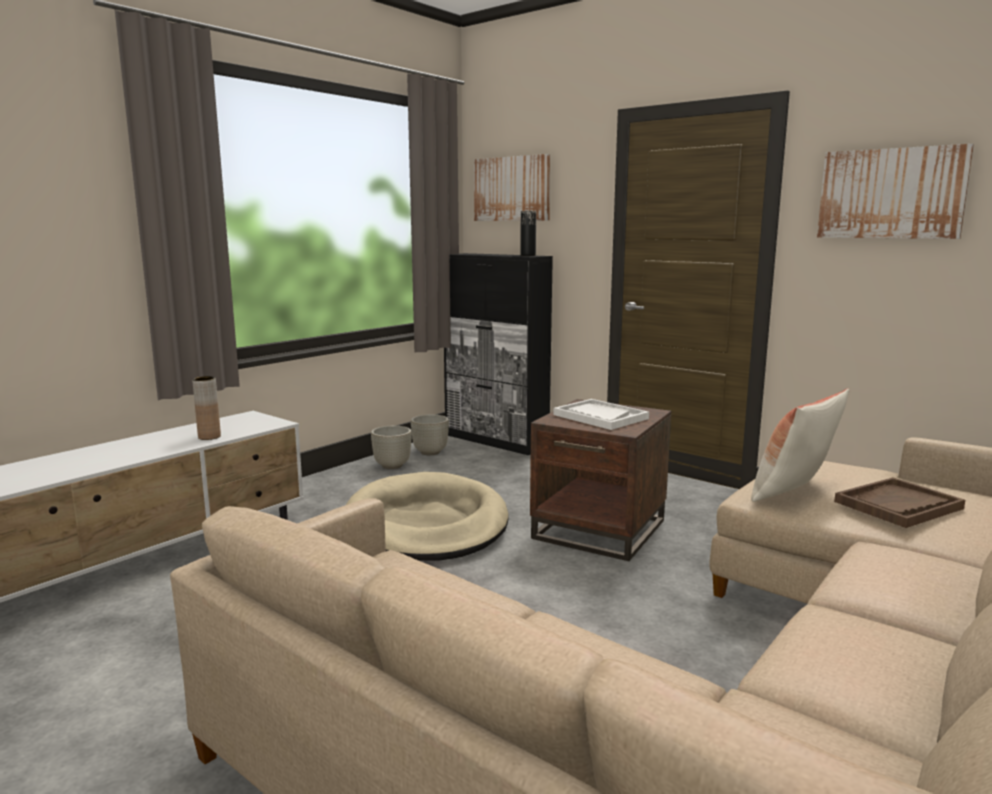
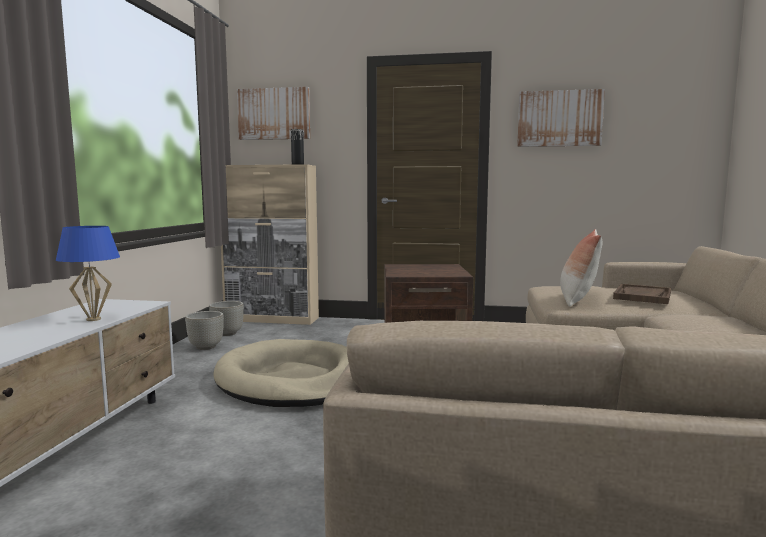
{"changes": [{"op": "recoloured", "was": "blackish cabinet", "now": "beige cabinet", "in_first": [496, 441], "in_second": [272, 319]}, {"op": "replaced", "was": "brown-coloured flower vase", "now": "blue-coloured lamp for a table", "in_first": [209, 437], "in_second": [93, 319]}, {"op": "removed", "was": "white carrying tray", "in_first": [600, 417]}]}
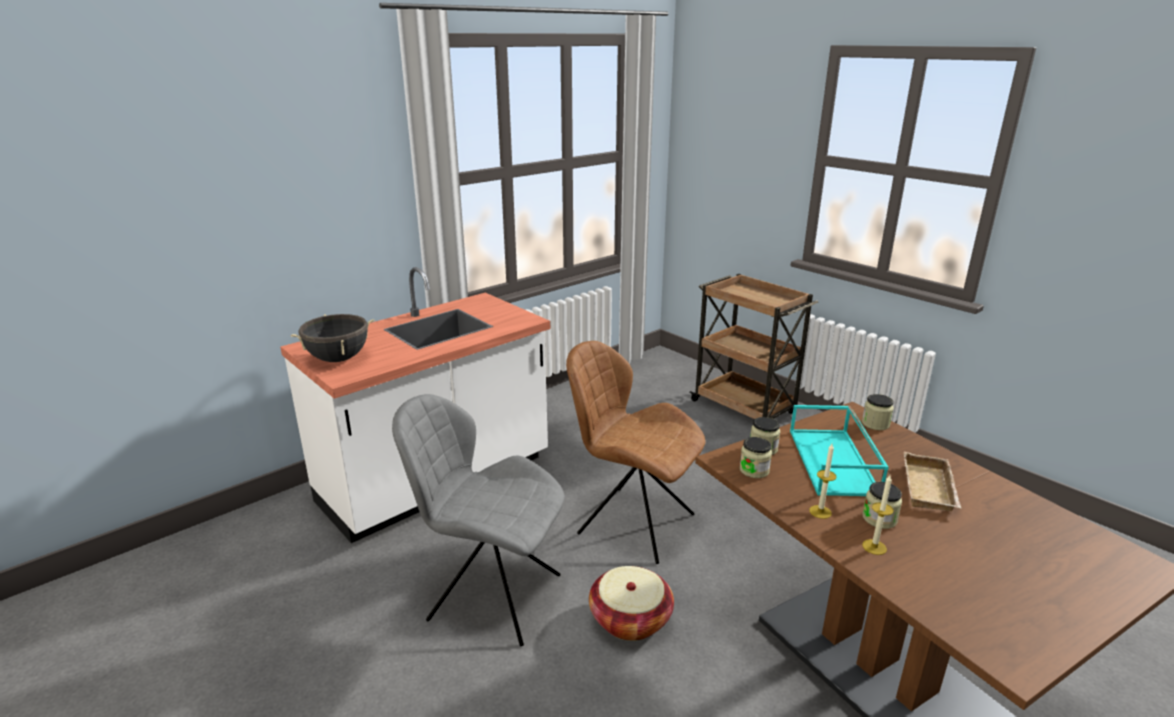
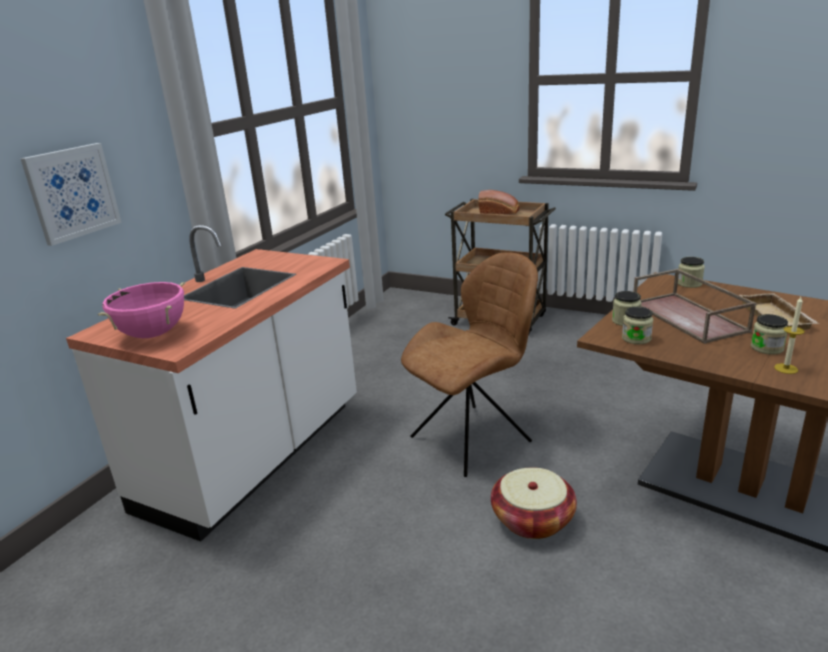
{"changes": [{"op": "recoloured", "was": "blackish cooking pot", "now": "pink cooking pot", "in_first": [338, 359], "in_second": [153, 334]}, {"op": "turned", "was": "brown-coloured plain chair", "in_first": [632, 522], "in_second": [474, 437], "clockwise": 135}, {"op": "removed", "was": "gray plain chair", "in_first": [490, 596]}, {"op": "recoloured", "was": "turquoise-coloured carrying tray", "now": "brown-coloured carrying tray", "in_first": [834, 462], "in_second": [690, 317]}, {"op": "removed", "was": "wax candle", "in_first": [820, 512]}, {"op": "added", "now": "wall art", "in_second": [72, 192]}, {"op": "added", "now": "baked bread", "in_second": [500, 212]}]}
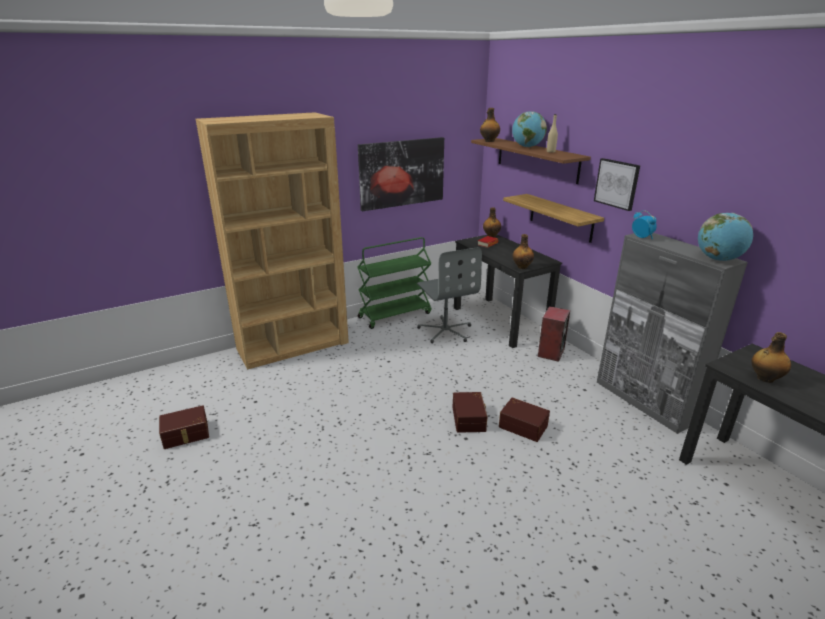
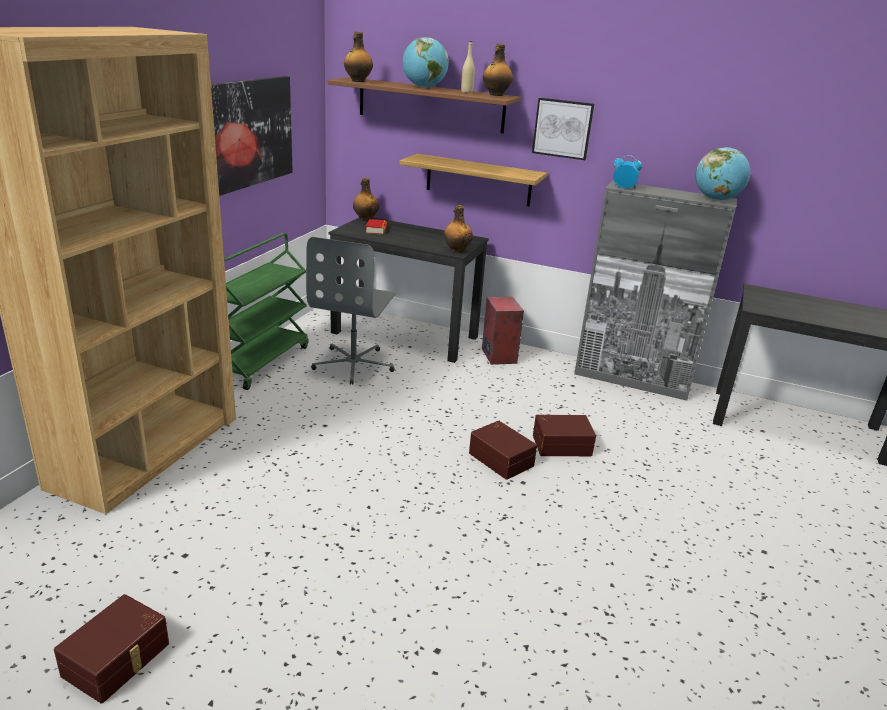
{"changes": [{"op": "turned", "was": "gray office chair", "in_first": [445, 331], "in_second": [354, 364], "clockwise": 75}, {"op": "moved", "was": "drink bottle", "in_first": [764, 378], "in_second": [495, 95]}]}
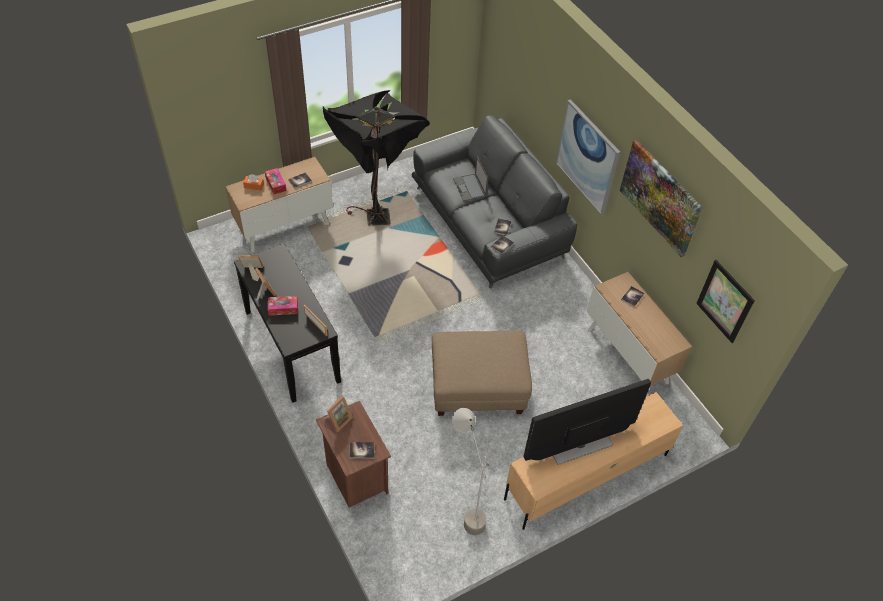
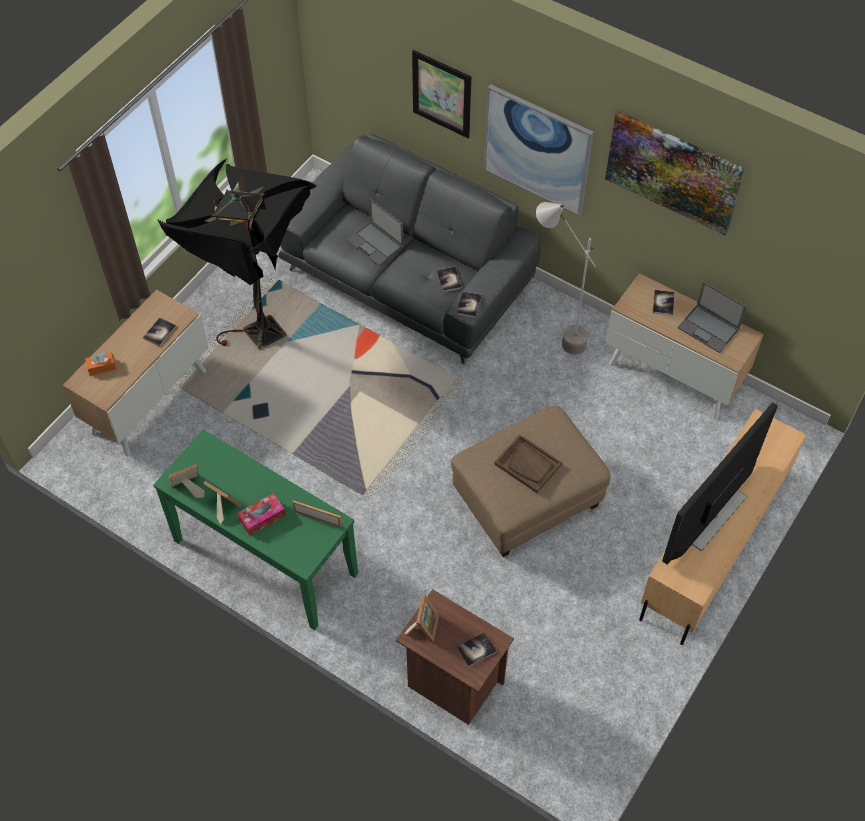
{"changes": [{"op": "removed", "was": "tissue holder", "in_first": [275, 184]}, {"op": "recoloured", "was": "blackish narrow table", "now": "green narrow table", "in_first": [291, 346], "in_second": [265, 557]}, {"op": "moved", "was": "wall art", "in_first": [725, 301], "in_second": [442, 94]}, {"op": "moved", "was": "gray floor lamp", "in_first": [465, 509], "in_second": [556, 335]}, {"op": "added", "now": "notebook computer", "in_second": [709, 329]}, {"op": "added", "now": "brown-coloured carrying tray", "in_second": [528, 464]}]}
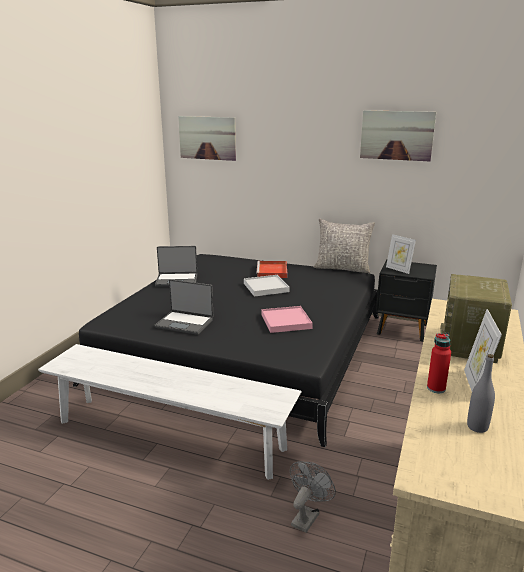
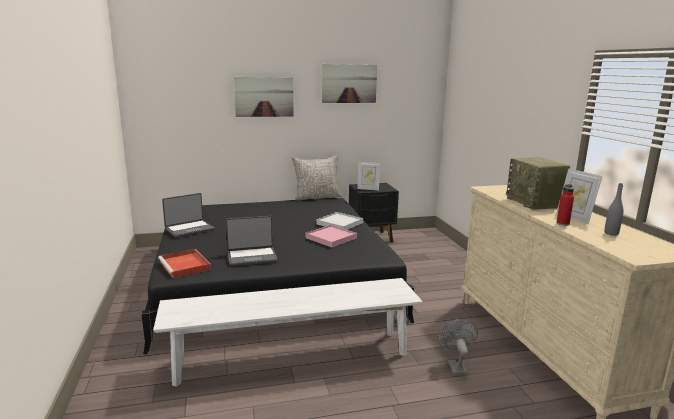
{"changes": [{"op": "moved", "was": "wall art", "in_first": [207, 138], "in_second": [264, 97]}, {"op": "moved", "was": "red carrying tray", "in_first": [272, 271], "in_second": [185, 266]}, {"op": "moved", "was": "white carrying tray", "in_first": [265, 287], "in_second": [339, 223]}]}
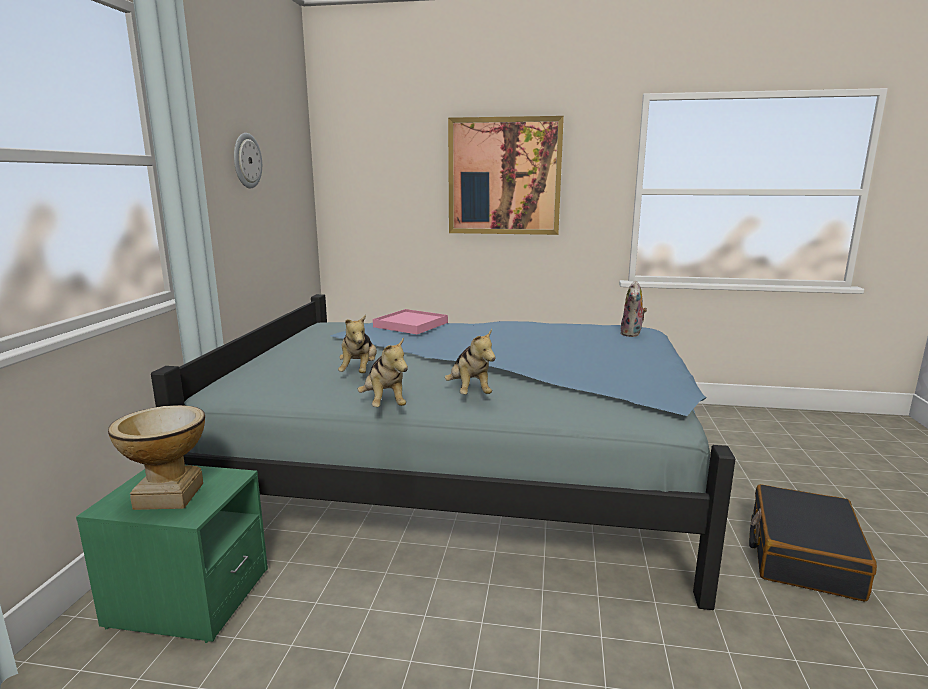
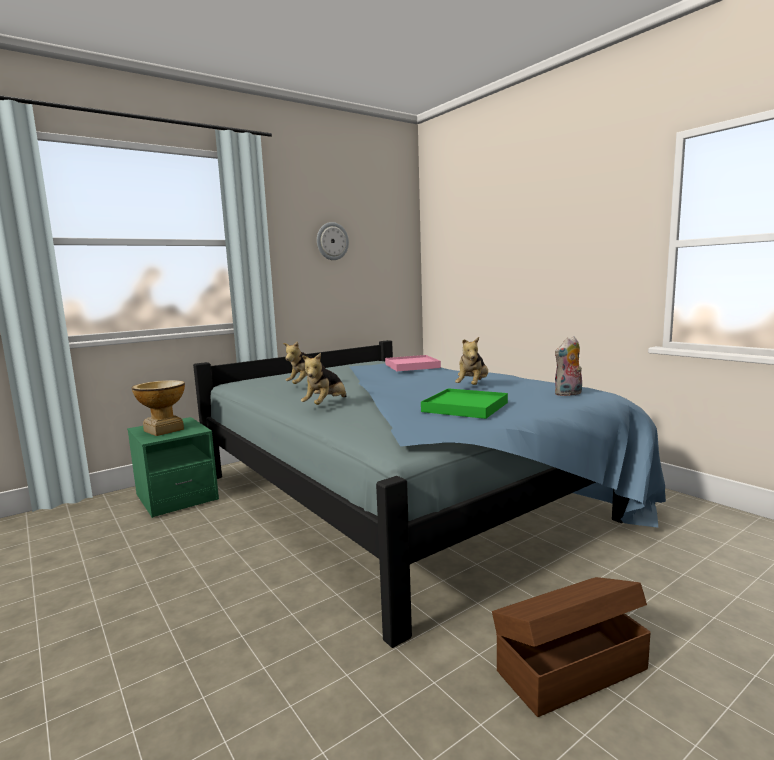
{"changes": [{"op": "removed", "was": "wall art", "in_first": [504, 176]}, {"op": "moved", "was": "cuddly toy", "in_first": [384, 404], "in_second": [473, 386]}, {"op": "replaced", "was": "blackish piece of luggage", "now": "brown-coloured storage container", "in_first": [802, 555], "in_second": [569, 669]}, {"op": "added", "now": "green carrying tray", "in_second": [465, 407]}]}
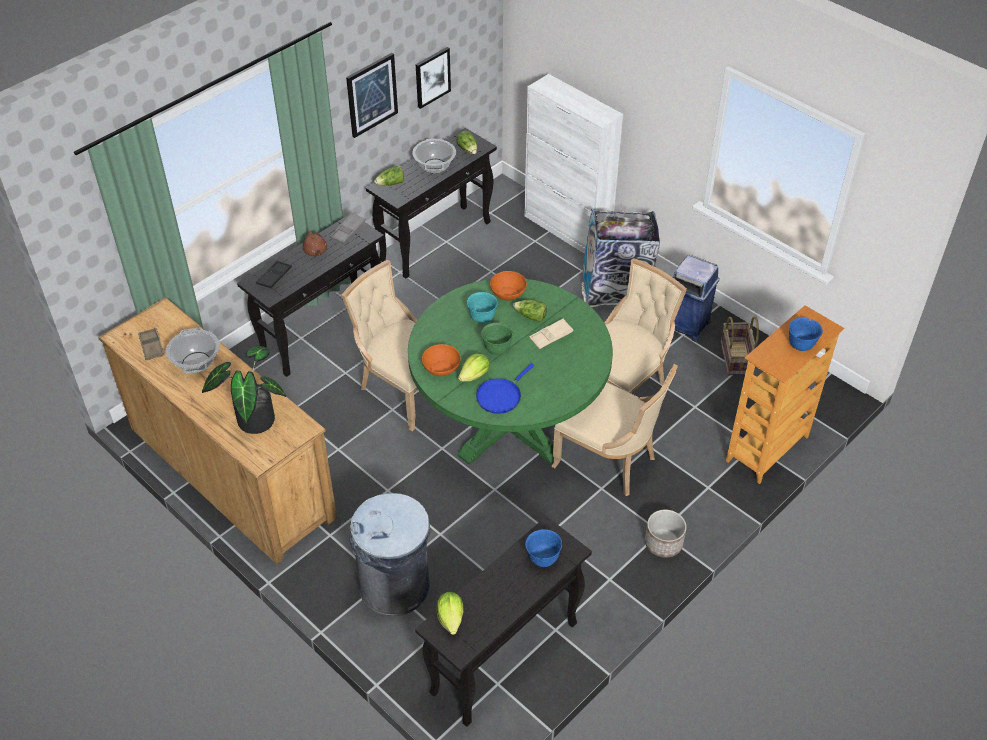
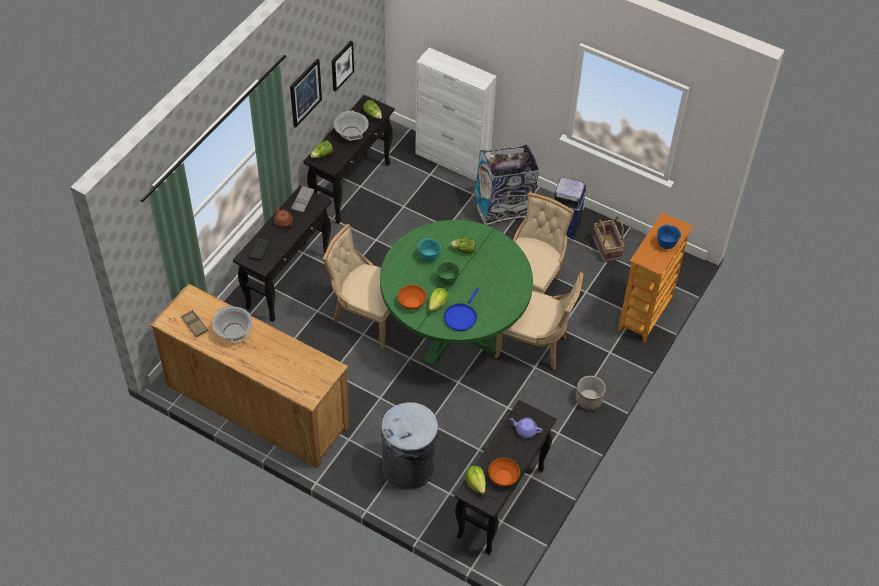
{"changes": [{"op": "moved", "was": "orange-coloured bowl", "in_first": [508, 293], "in_second": [503, 477]}, {"op": "removed", "was": "beige carrying tray", "in_first": [551, 336]}, {"op": "removed", "was": "potted plant", "in_first": [253, 418]}, {"op": "replaced", "was": "blue-coloured bowl", "now": "purple-coloured pot for tea", "in_first": [543, 559], "in_second": [525, 430]}]}
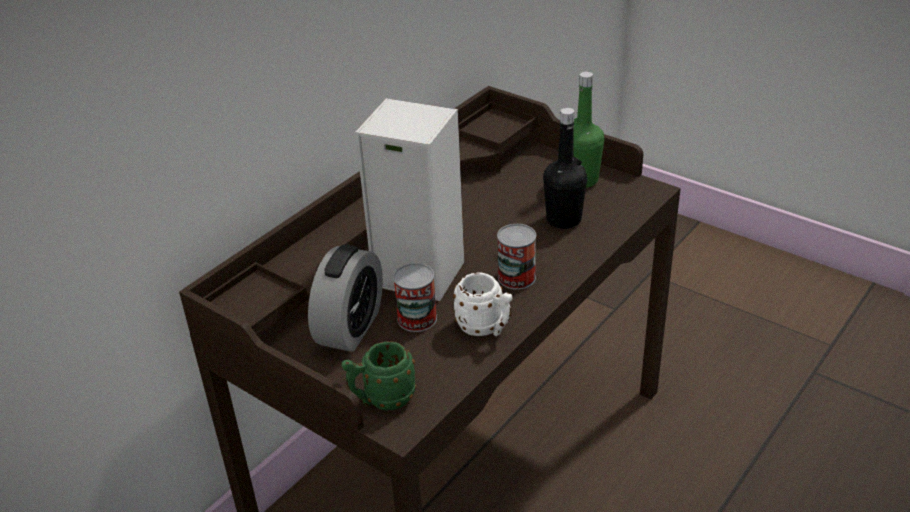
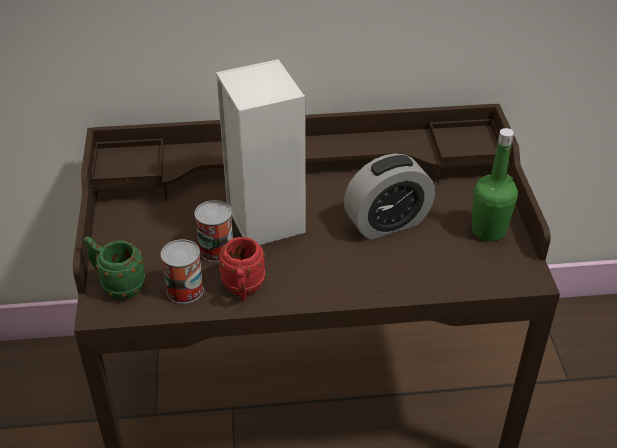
{"changes": [{"op": "removed", "was": "blackish drink bottle", "in_first": [563, 219]}, {"op": "moved", "was": "can", "in_first": [516, 277], "in_second": [185, 290]}, {"op": "moved", "was": "alarm clock", "in_first": [350, 328], "in_second": [387, 223]}, {"op": "recoloured", "was": "white tea mug", "now": "red tea mug", "in_first": [485, 328], "in_second": [243, 289]}]}
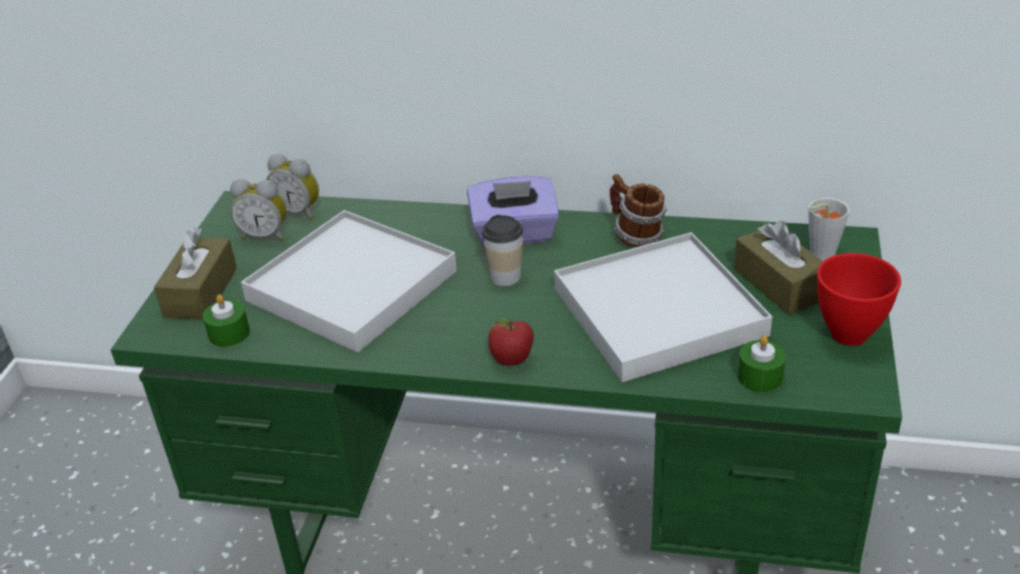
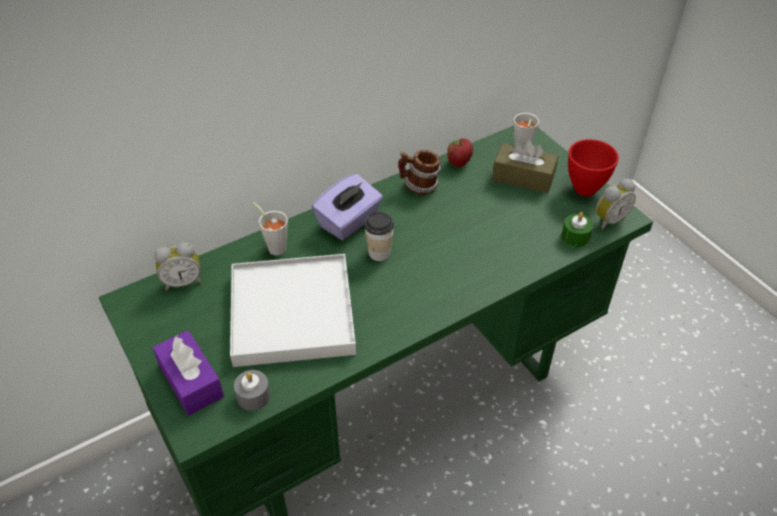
{"changes": [{"op": "moved", "was": "alarm clock", "in_first": [265, 235], "in_second": [608, 220]}, {"op": "recoloured", "was": "brown-coloured tissue holder", "now": "purple-coloured tissue holder", "in_first": [201, 292], "in_second": [191, 381]}, {"op": "removed", "was": "white carrying tray", "in_first": [658, 312]}, {"op": "recoloured", "was": "green wax candle", "now": "gray wax candle", "in_first": [229, 333], "in_second": [253, 396]}, {"op": "moved", "was": "apple", "in_first": [512, 361], "in_second": [459, 163]}, {"op": "added", "now": "gray small cup", "in_second": [274, 246]}]}
